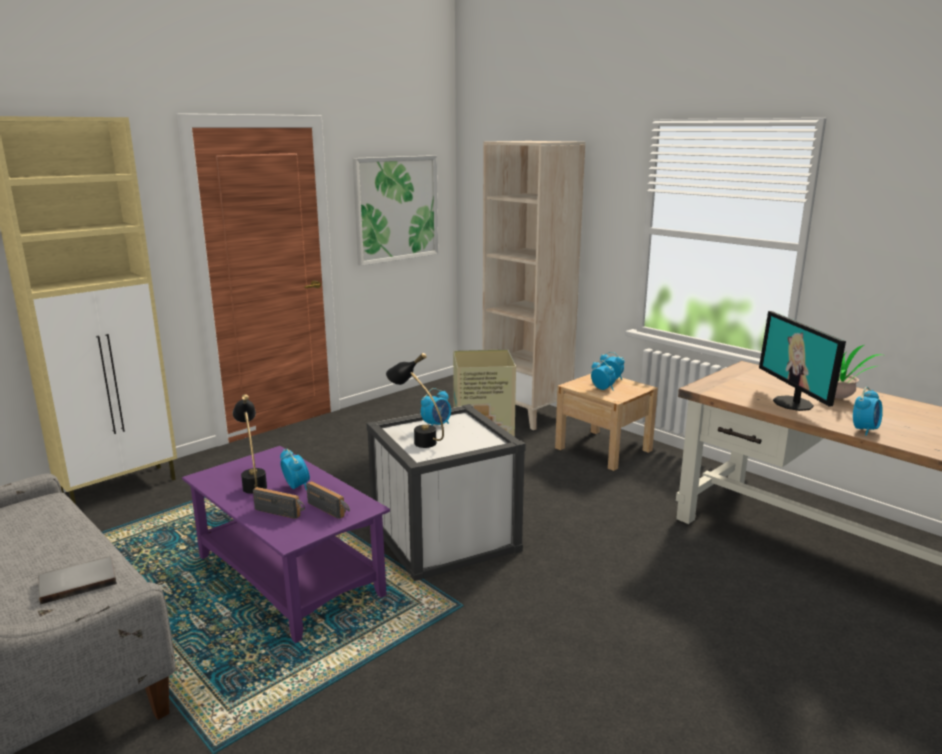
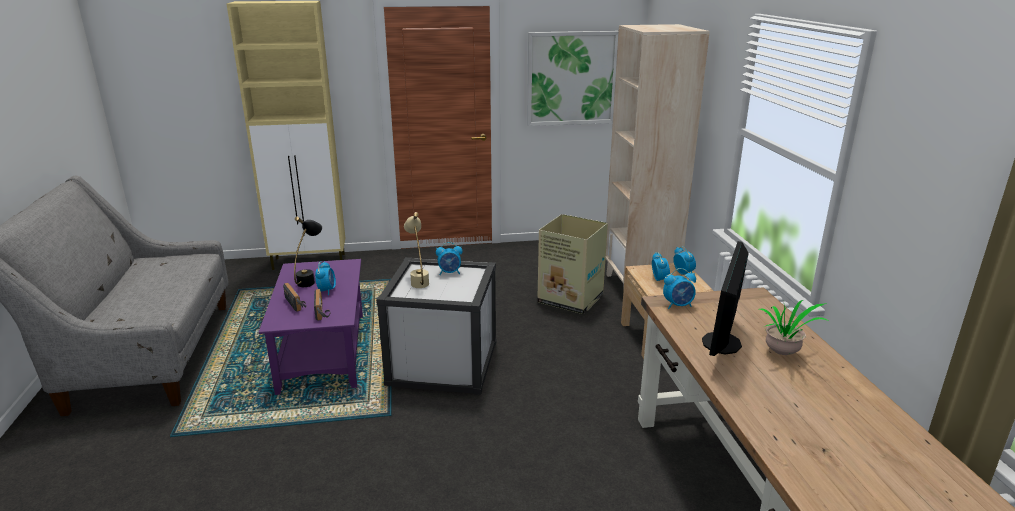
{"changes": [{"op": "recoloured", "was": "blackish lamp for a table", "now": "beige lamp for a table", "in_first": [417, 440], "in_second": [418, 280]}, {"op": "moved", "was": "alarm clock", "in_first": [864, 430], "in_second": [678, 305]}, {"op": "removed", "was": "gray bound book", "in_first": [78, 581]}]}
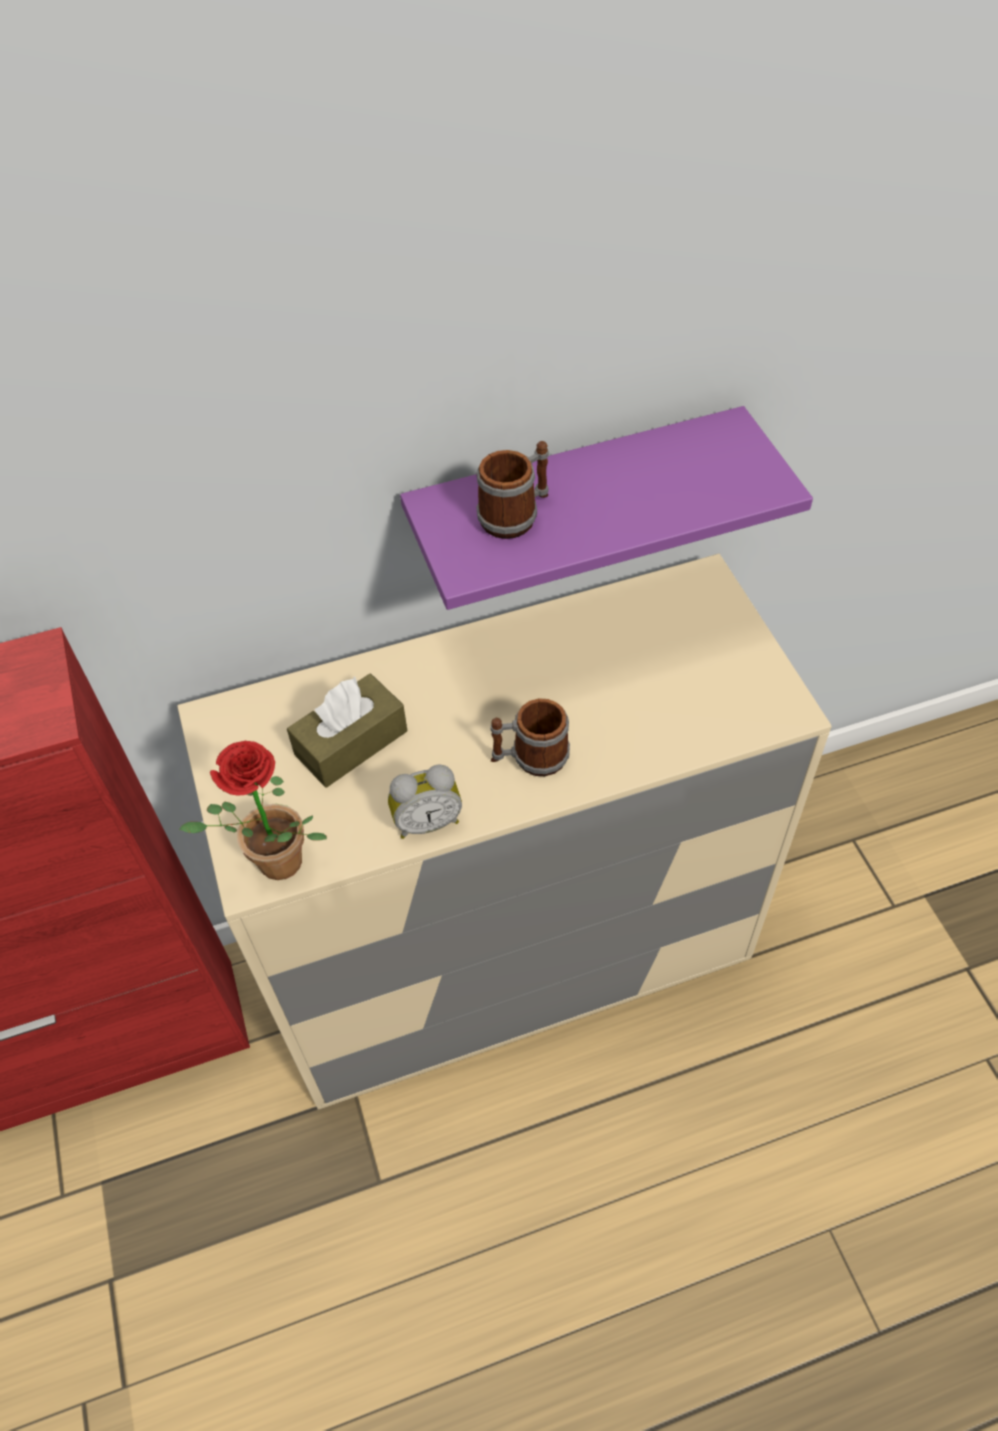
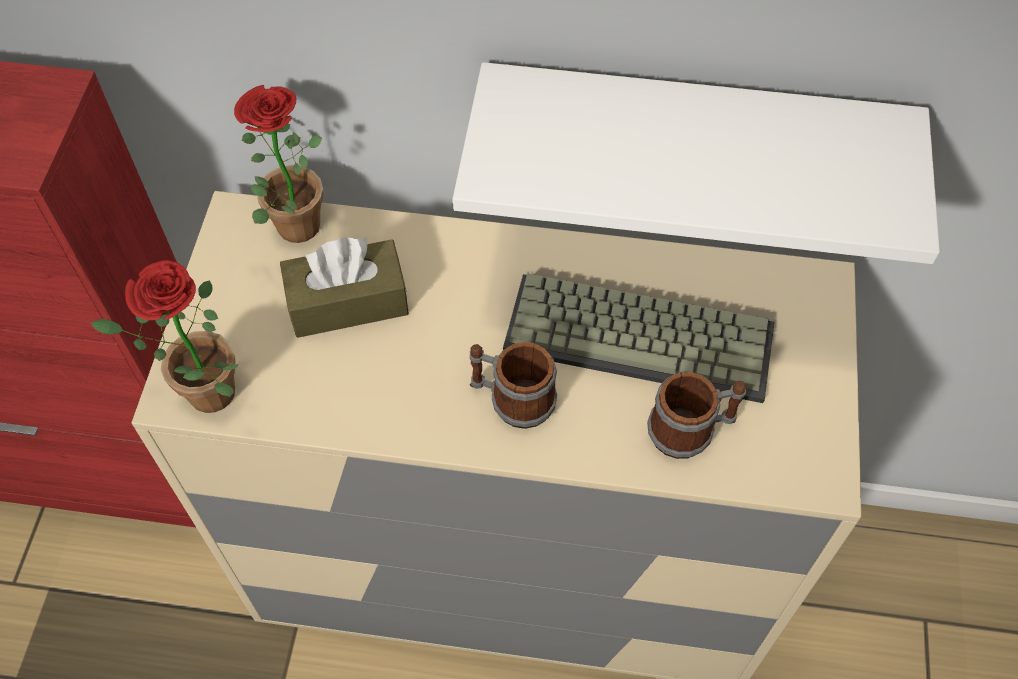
{"changes": [{"op": "recoloured", "was": "purple-coloured shelf", "now": "white shelf", "in_first": [574, 499], "in_second": [690, 139]}, {"op": "moved", "was": "tea mug", "in_first": [516, 515], "in_second": [691, 430]}, {"op": "removed", "was": "alarm clock", "in_first": [427, 821]}, {"op": "added", "now": "potted plant", "in_second": [291, 221]}, {"op": "added", "now": "PC keyboard", "in_second": [642, 335]}]}
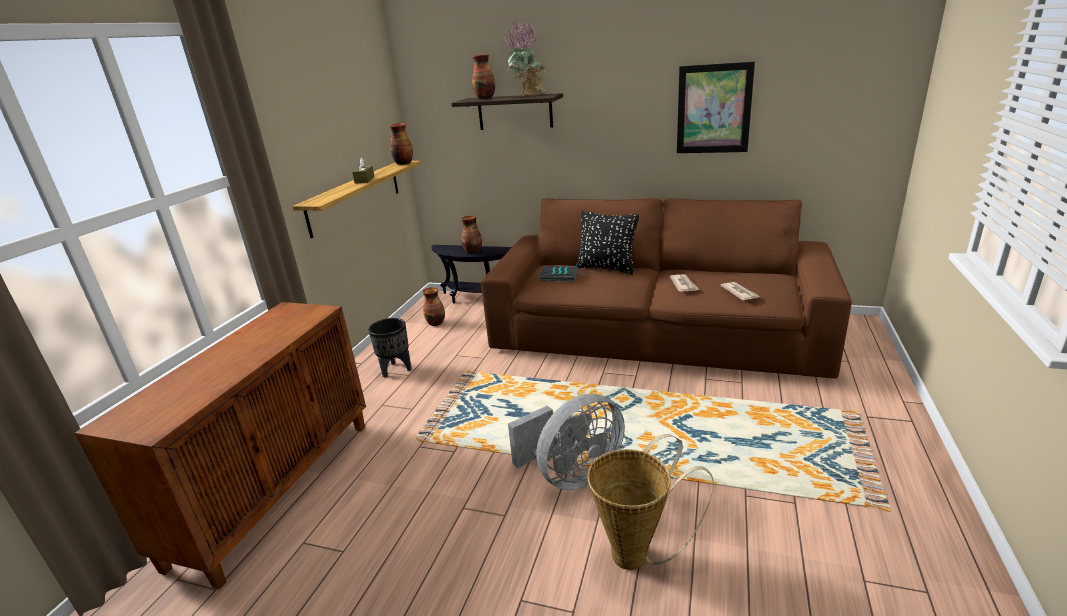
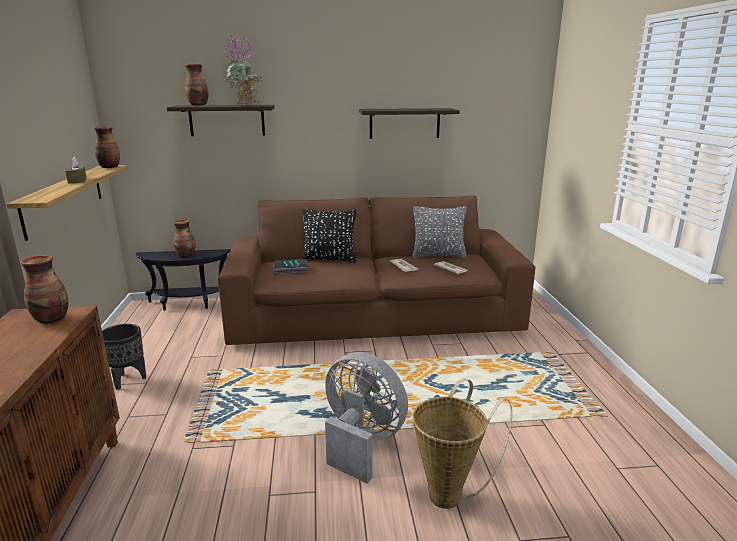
{"changes": [{"op": "replaced", "was": "wall art", "now": "shelf", "in_first": [713, 109], "in_second": [404, 123]}, {"op": "moved", "was": "flower vase", "in_first": [436, 323], "in_second": [52, 319]}, {"op": "turned", "was": "gray electric fan", "in_first": [572, 475], "in_second": [361, 442], "clockwise": -90}, {"op": "added", "now": "gray pillow", "in_second": [438, 255]}]}
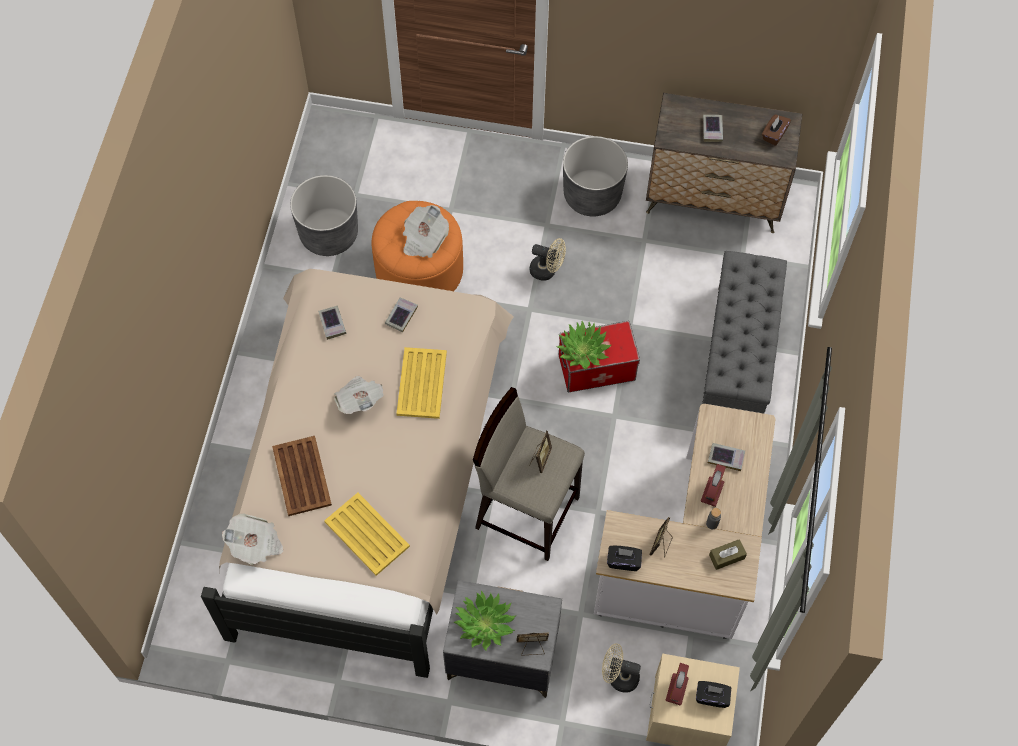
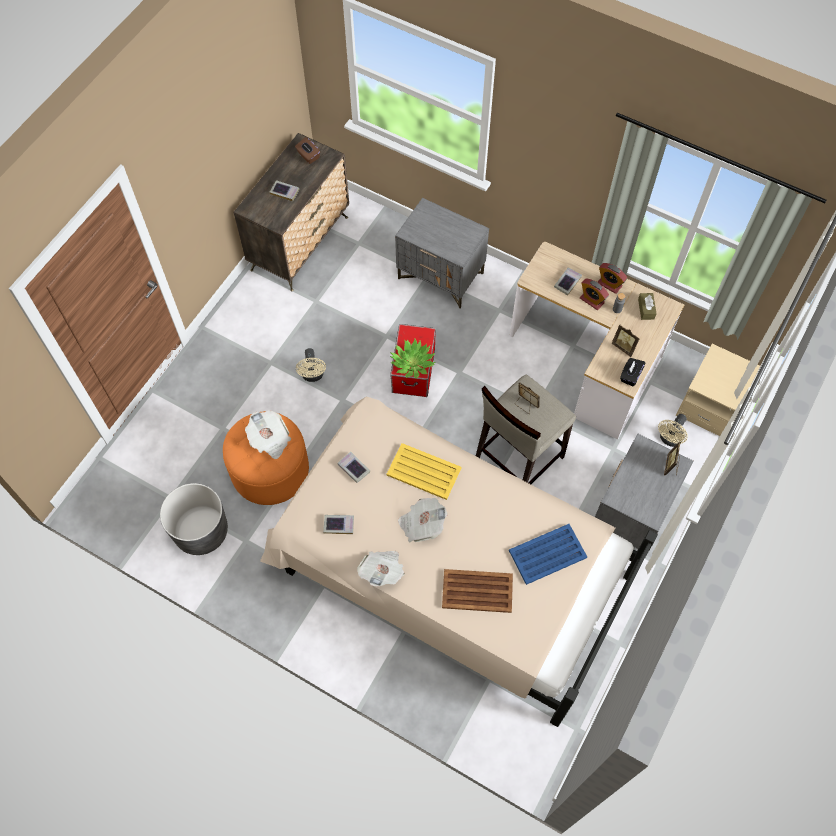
{"changes": [{"op": "removed", "was": "gray plant pot", "in_first": [592, 195]}, {"op": "turned", "was": "beige electric fan", "in_first": [547, 270], "in_second": [313, 376], "clockwise": 135}, {"op": "replaced", "was": "gray long seat", "now": "gray night table", "in_first": [737, 356], "in_second": [441, 276]}, {"op": "recoloured", "was": "yellowish carrying tray", "now": "blue-coloured carrying tray", "in_first": [366, 533], "in_second": [546, 554]}, {"op": "moved", "was": "printed paper", "in_first": [256, 545], "in_second": [382, 571]}, {"op": "removed", "was": "potted plant", "in_first": [485, 624]}, {"op": "moved", "was": "alarm clock", "in_first": [676, 689], "in_second": [609, 284]}, {"op": "removed", "was": "blackish tissue holder", "in_first": [712, 697]}]}
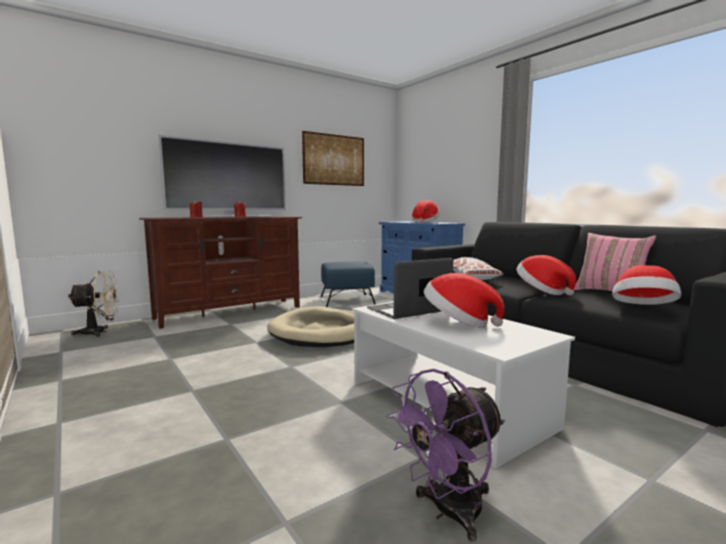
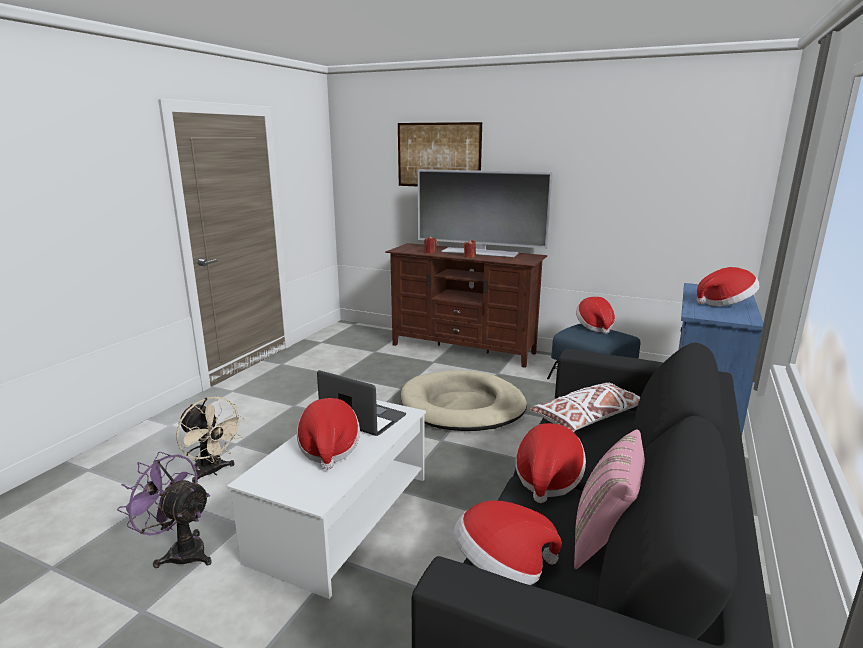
{"changes": [{"op": "moved", "was": "wall art", "in_first": [334, 160], "in_second": [438, 155]}, {"op": "moved", "was": "beige electric fan", "in_first": [99, 332], "in_second": [212, 472]}, {"op": "added", "now": "wearable hat", "in_second": [594, 327]}]}
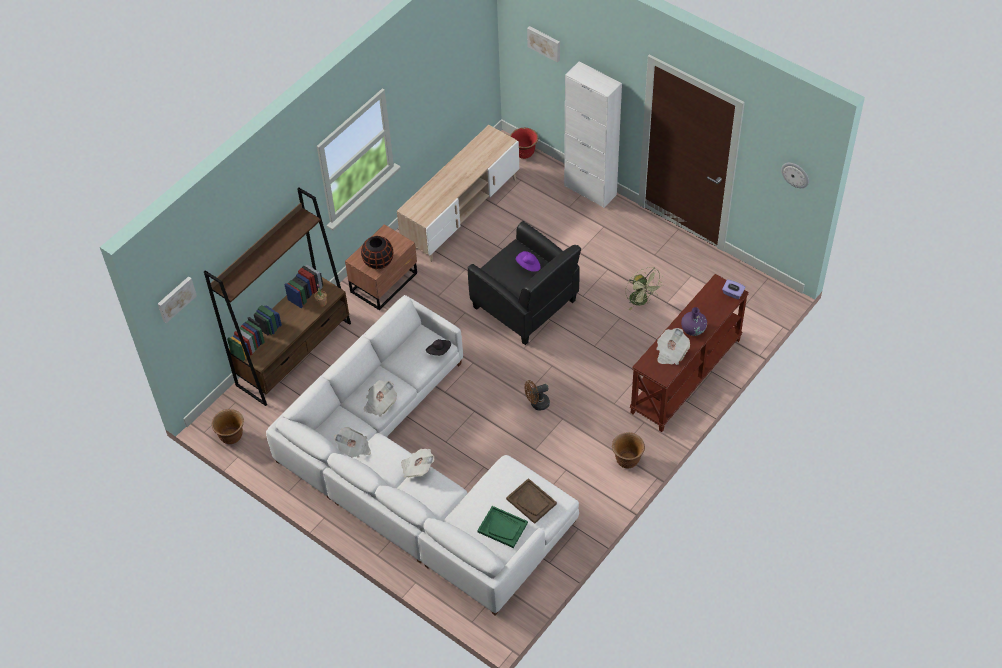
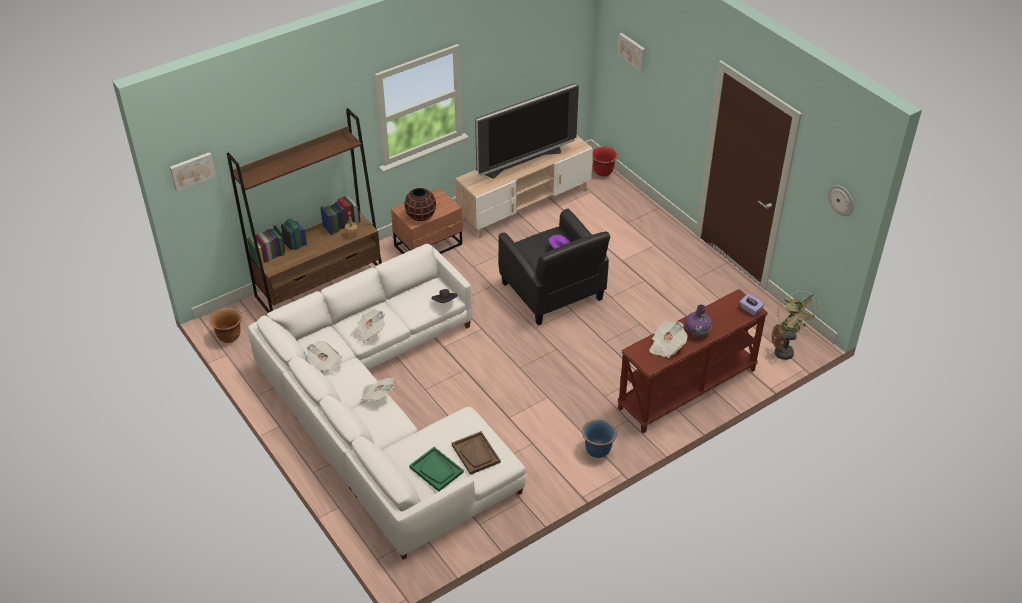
{"changes": [{"op": "removed", "was": "white cabinet", "in_first": [590, 190]}, {"op": "moved", "was": "green electric fan", "in_first": [641, 301], "in_second": [793, 330]}, {"op": "moved", "was": "brown-coloured electric fan", "in_first": [537, 404], "in_second": [780, 353]}, {"op": "recoloured", "was": "brown-coloured plant pot", "now": "blue-coloured plant pot", "in_first": [627, 460], "in_second": [597, 450]}, {"op": "added", "now": "TV set", "in_second": [523, 161]}]}
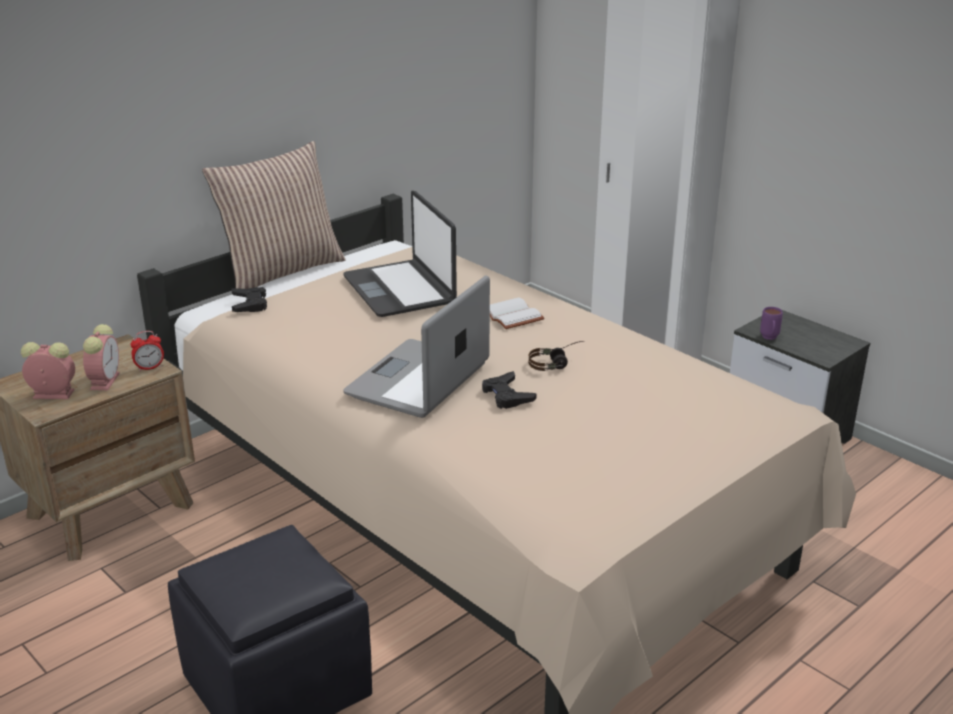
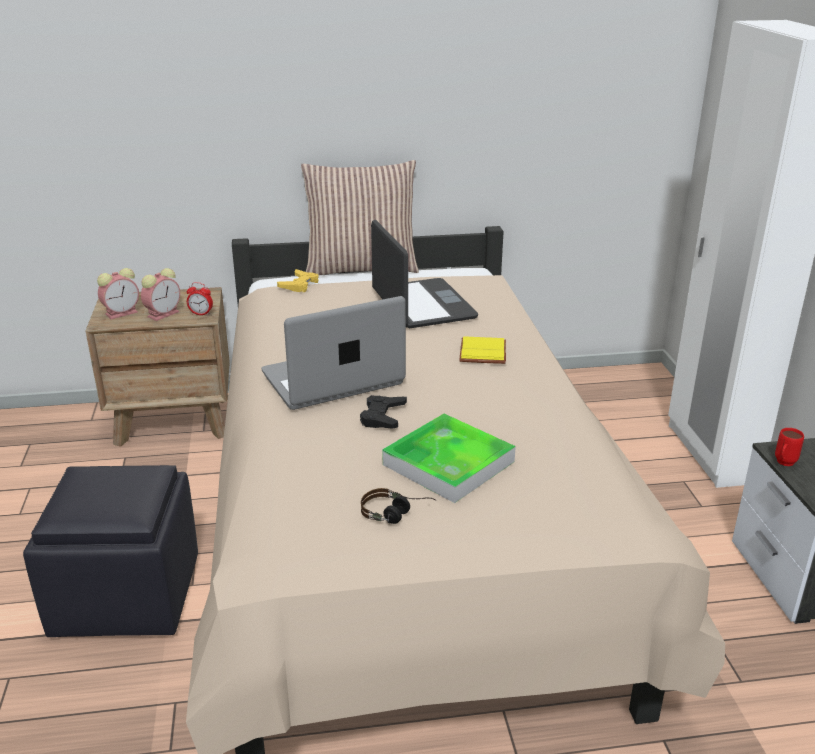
{"changes": [{"op": "turned", "was": "notebook computer", "in_first": [400, 290], "in_second": [421, 305], "clockwise": 150}, {"op": "recoloured", "was": "blackish gamepad", "now": "yellowish gamepad", "in_first": [249, 304], "in_second": [299, 285]}, {"op": "recoloured", "was": "white bound book", "now": "yellowish bound book", "in_first": [513, 315], "in_second": [484, 353]}, {"op": "recoloured", "was": "purple-coloured tea mug", "now": "red tea mug", "in_first": [769, 338], "in_second": [783, 464]}, {"op": "moved", "was": "headset", "in_first": [556, 363], "in_second": [397, 515]}, {"op": "turned", "was": "alarm clock", "in_first": [52, 394], "in_second": [122, 313], "clockwise": 105}, {"op": "added", "now": "carrying tray", "in_second": [448, 463]}]}
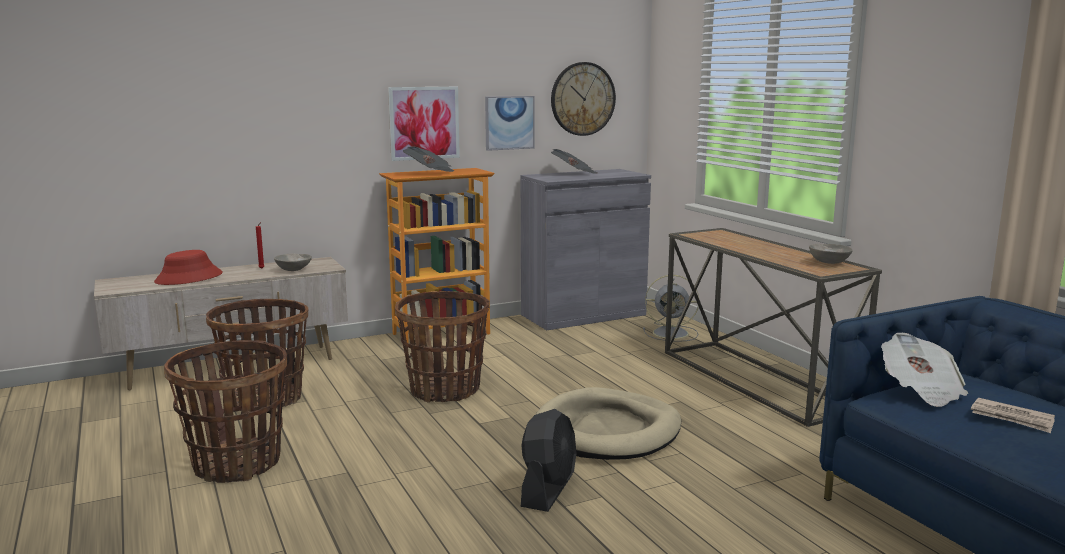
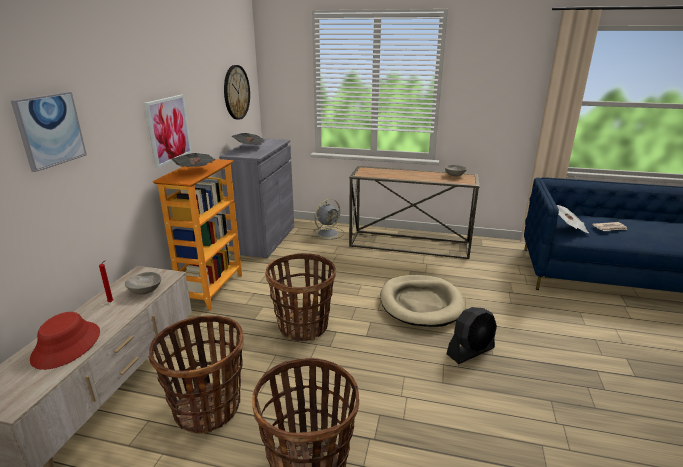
{"changes": [{"op": "moved", "was": "wall art", "in_first": [509, 122], "in_second": [50, 130]}, {"op": "turned", "was": "blackish electric fan", "in_first": [548, 490], "in_second": [470, 351], "clockwise": 90}]}
